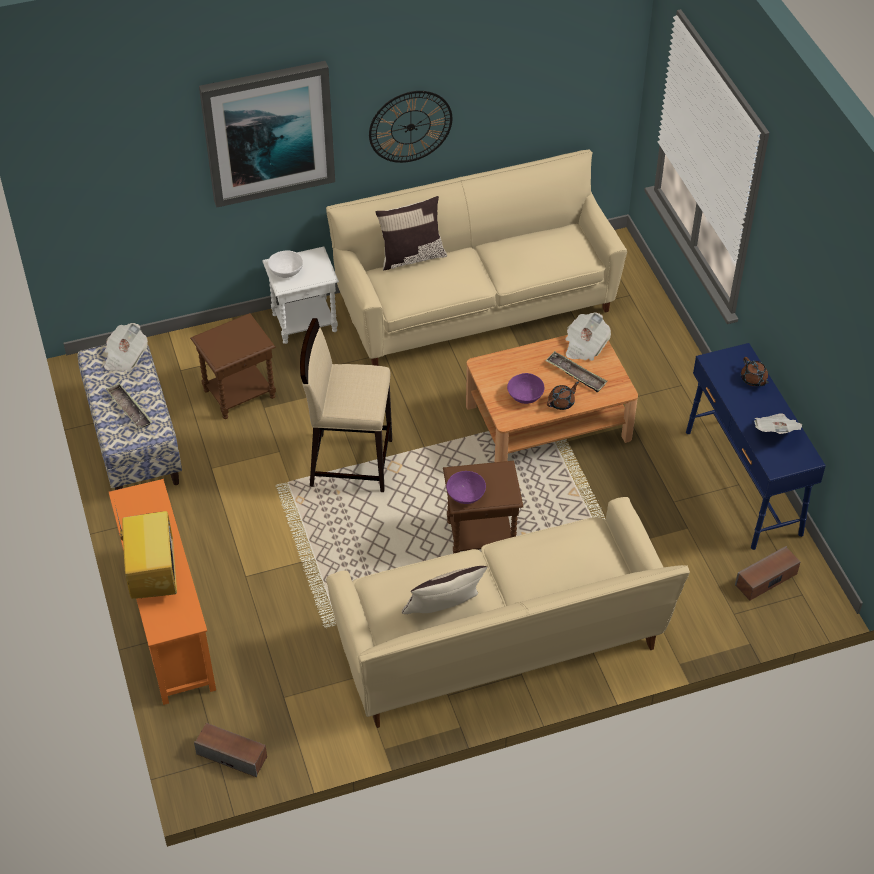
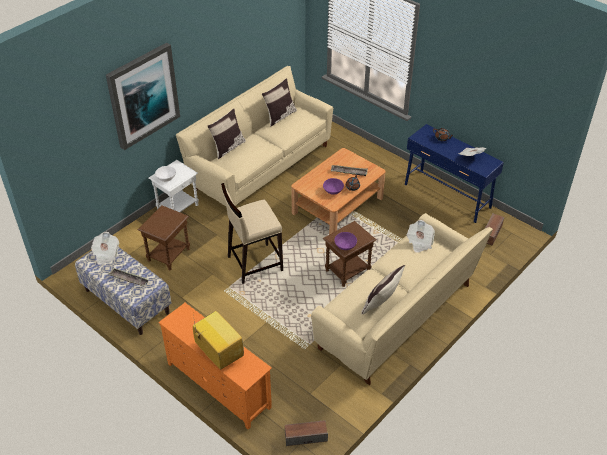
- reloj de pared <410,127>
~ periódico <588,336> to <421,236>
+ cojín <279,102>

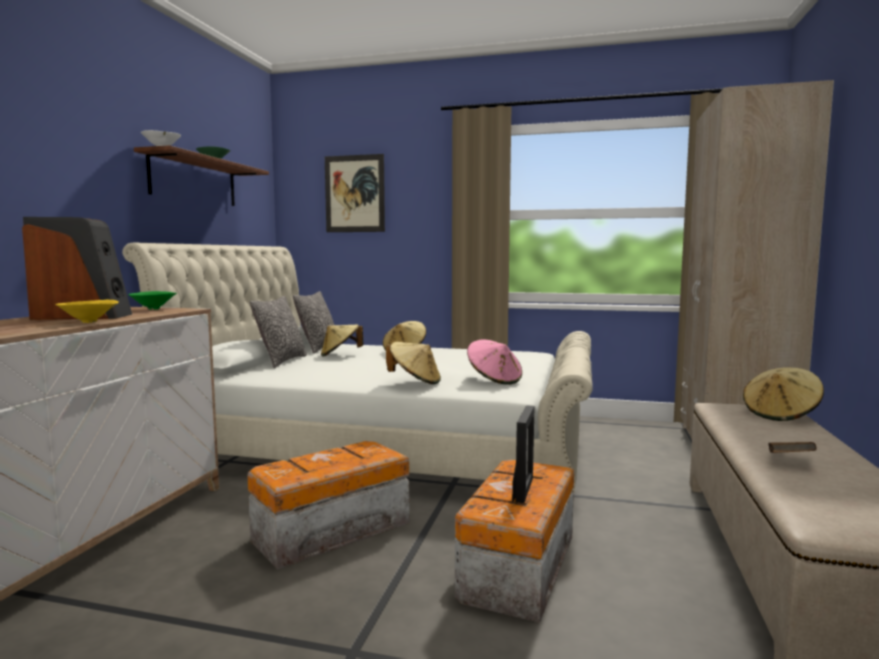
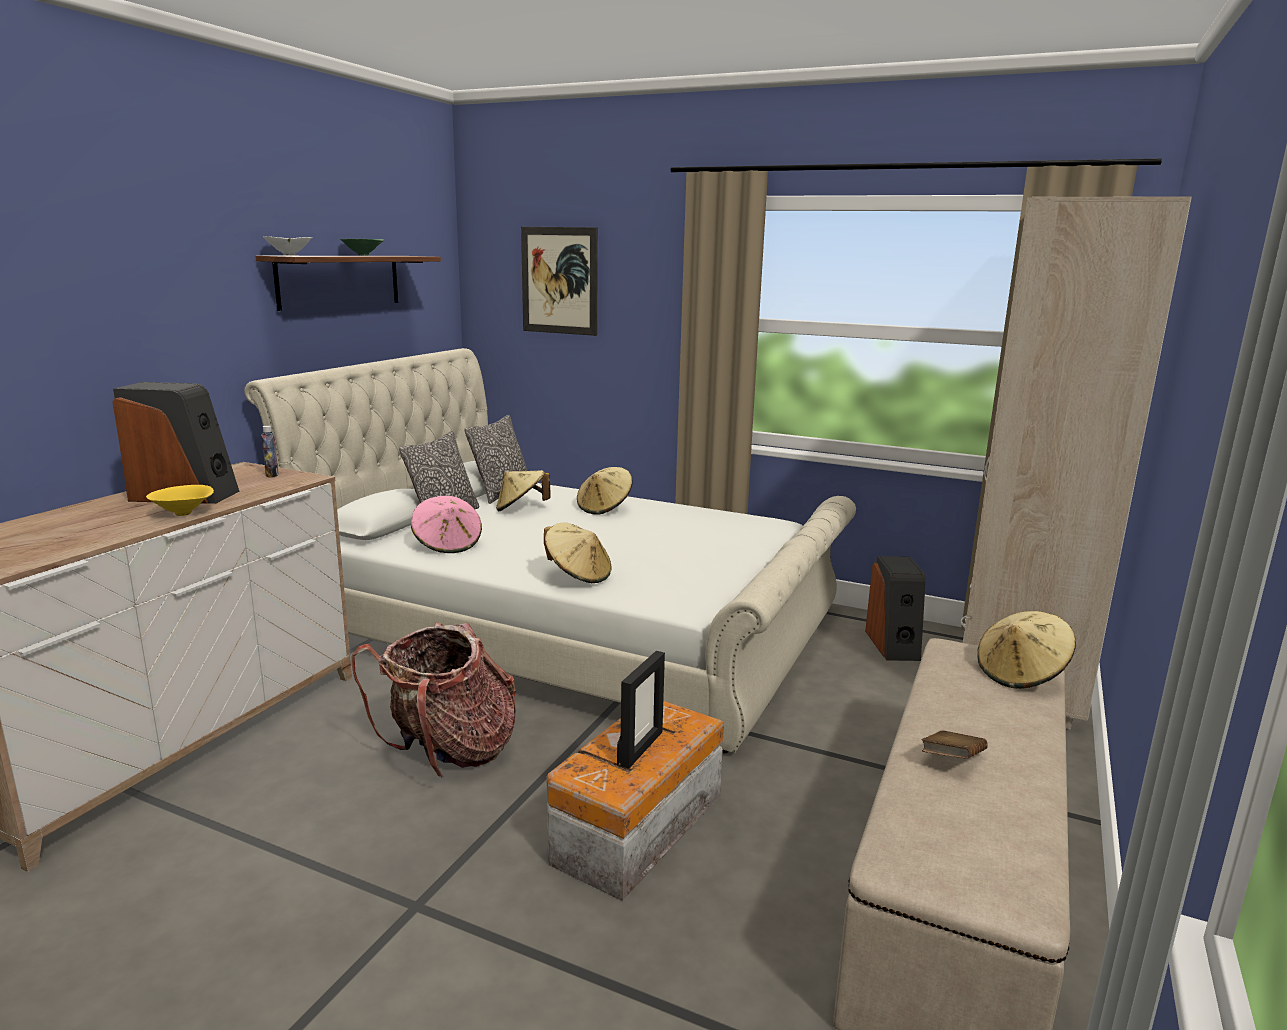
~ cuenco [verde] <152,300> to botella <270,451>
~ caja de almacenaje <328,505> to mochila <434,700>
~ sombrero [rosa] <494,362> to <446,524>
+ altavoz <895,608>

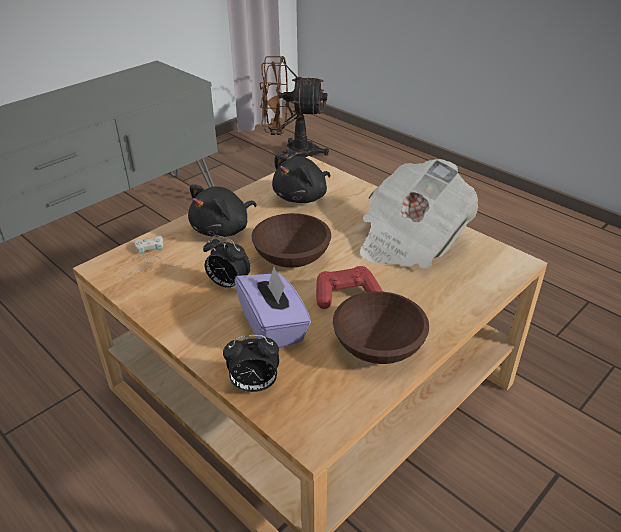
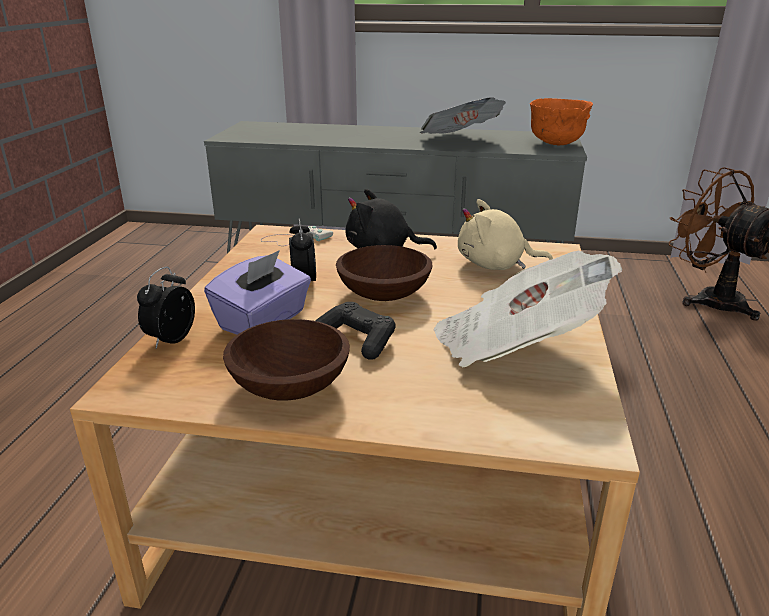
~ despertador <251,363> = <166,308> 60 degrees clockwise
~ peluche [negro] <301,178> to peluche [beis] <505,234>
~ mando de consola [rojo] <349,287> to mando de consola [negro] <355,331>
+ periódico <463,115>
+ cuenco [naranja] <561,121>

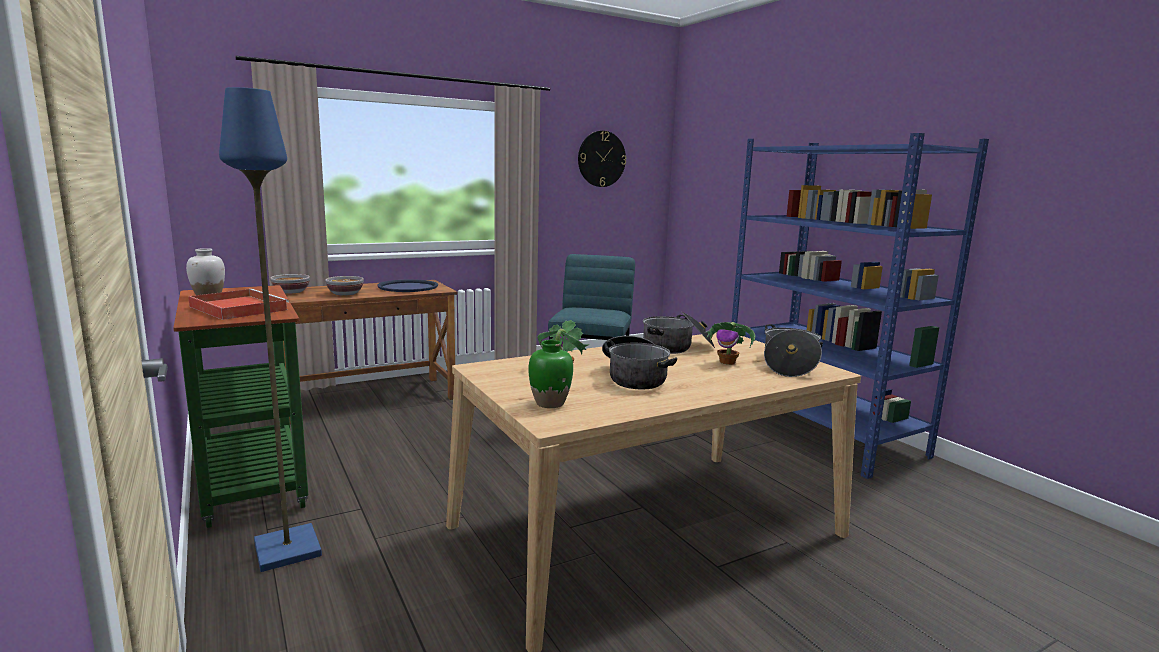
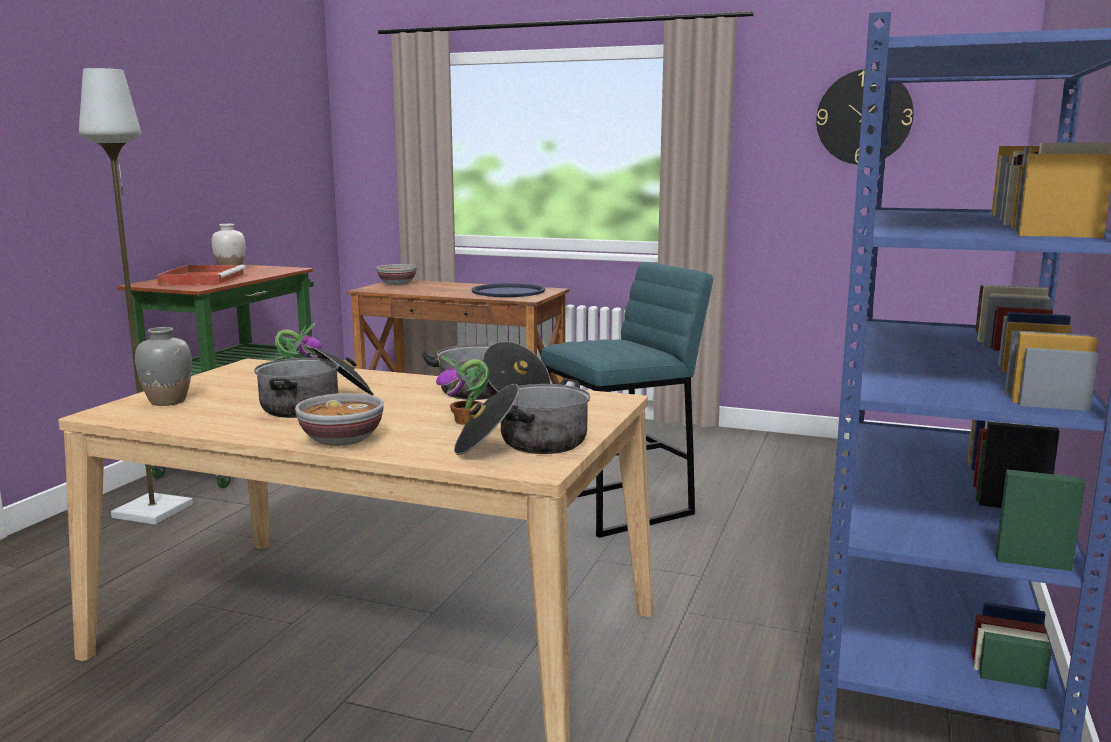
~ lámpara de pie [azul] <270,329> to lámpara de pie [gris] <136,296>
~ cuenco <344,286> to <339,419>
~ florero [verde] <550,374> to florero [gris] <163,366>

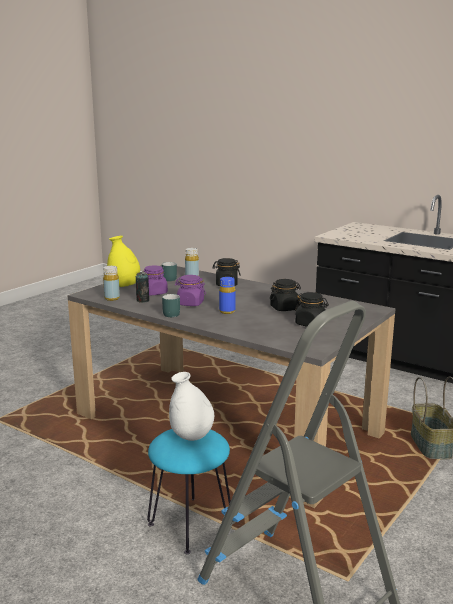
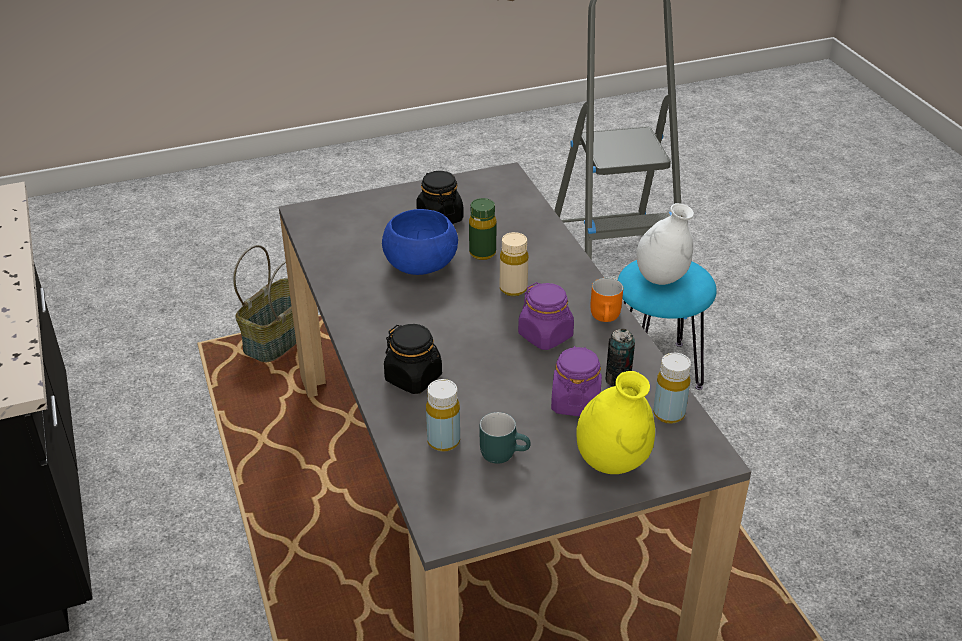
~ taza grande [turquesa] <171,305> to taza grande [naranja] <606,300>
~ botella [azul] <227,295> to botella [beis] <514,264>
~ tarro [negro] <285,295> to cuenco [azul] <420,242>
+ botella [verde] <483,229>

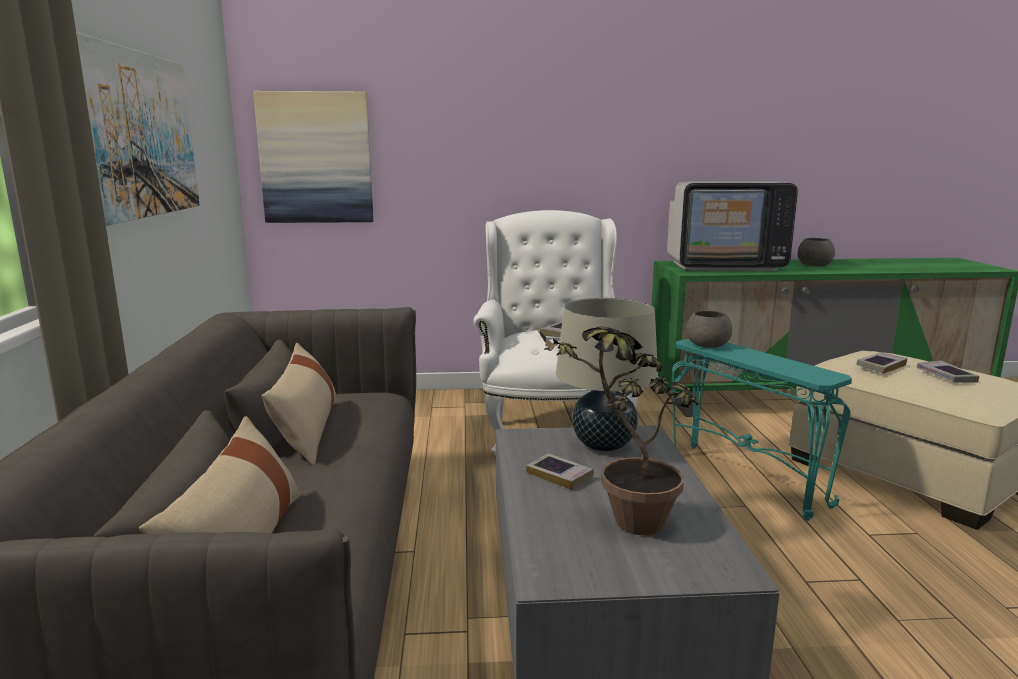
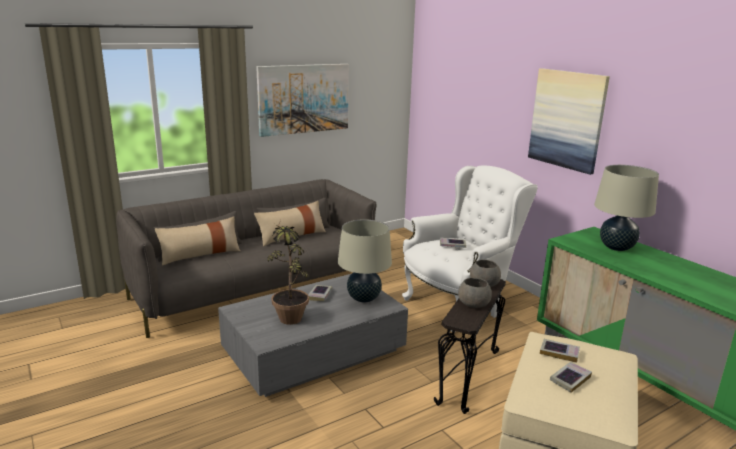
~ cuadro <313,157> to <569,121>
~ televisor <732,226> to lámpara de mesa [beis] <626,208>
~ mesa auxiliar [turquesa] <762,430> to mesa auxiliar [negro] <470,346>
~ cuenco [gris] <816,252> to <475,293>

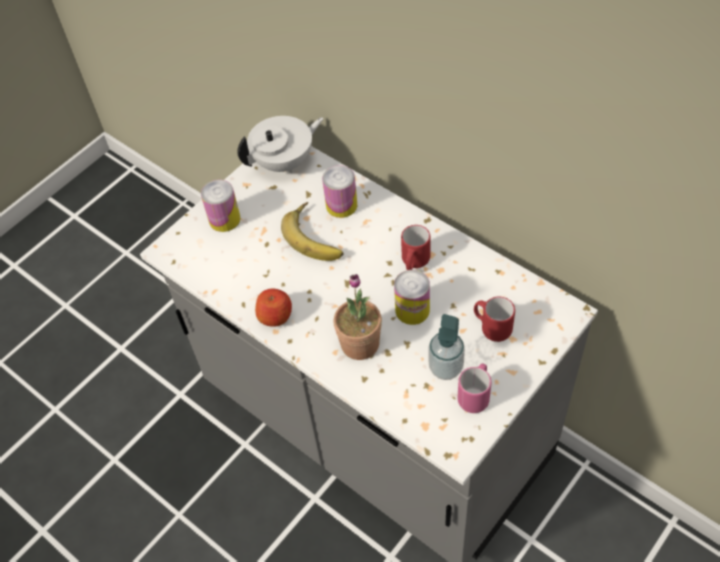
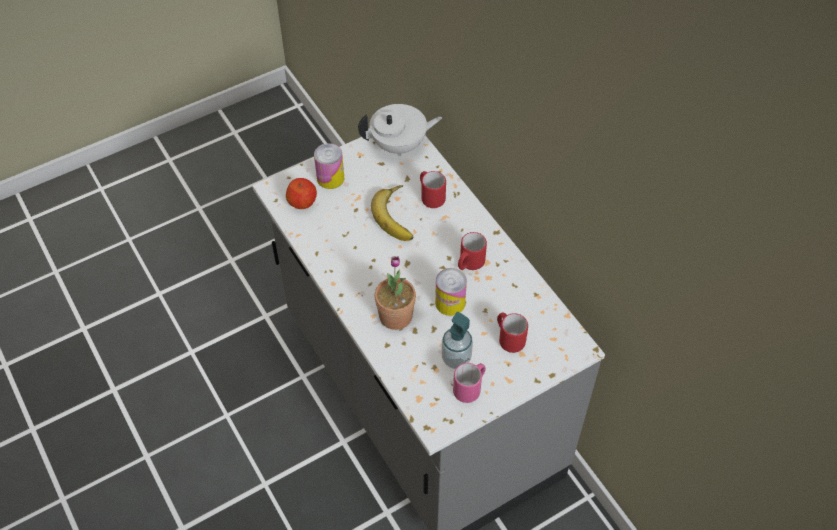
~ manzana <273,308> to <301,193>
~ lata <339,191> to taza grande [rojo] <433,189>

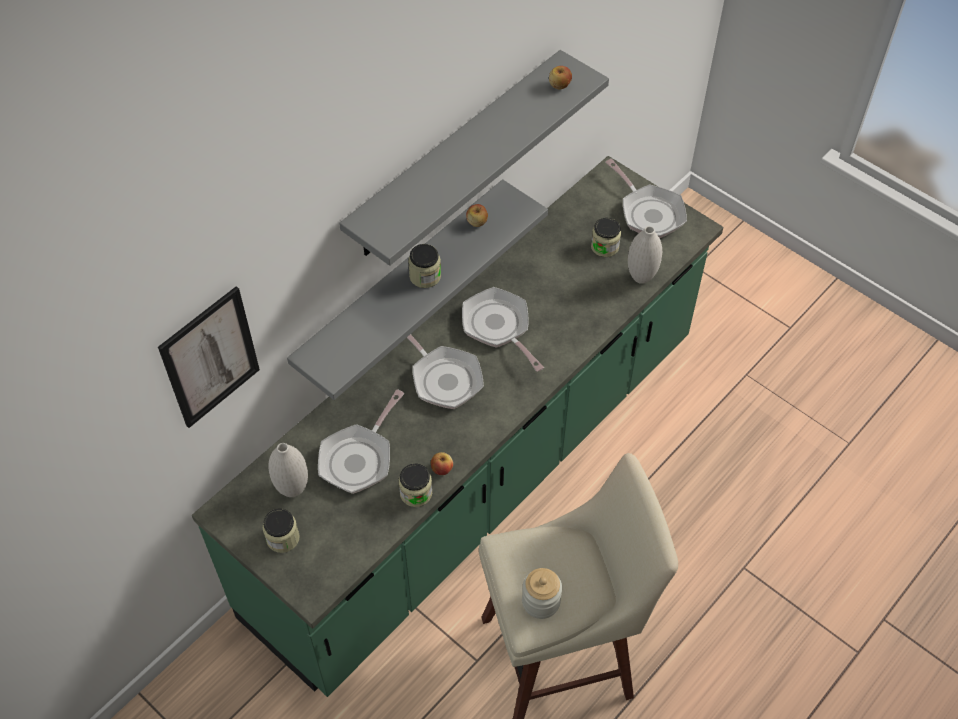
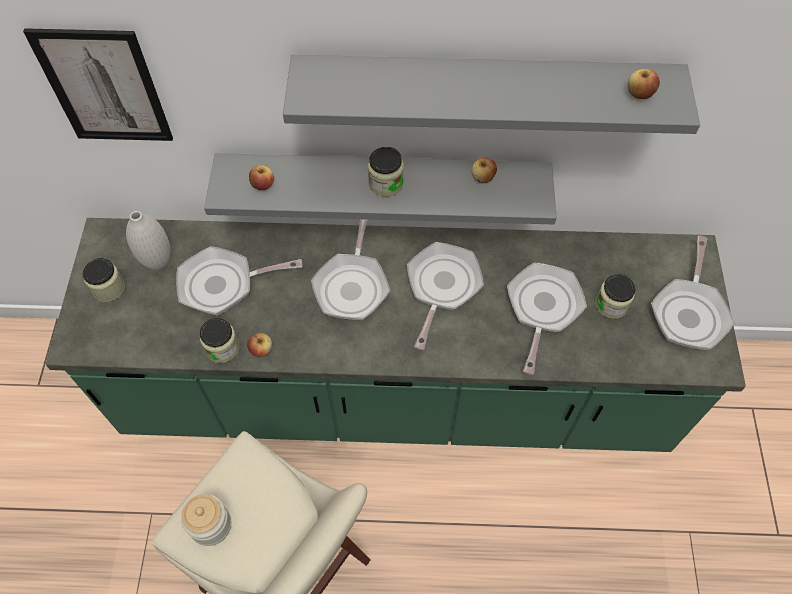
- florero [blanco] <645,255>
+ manzana <261,177>
+ sartén <547,318>

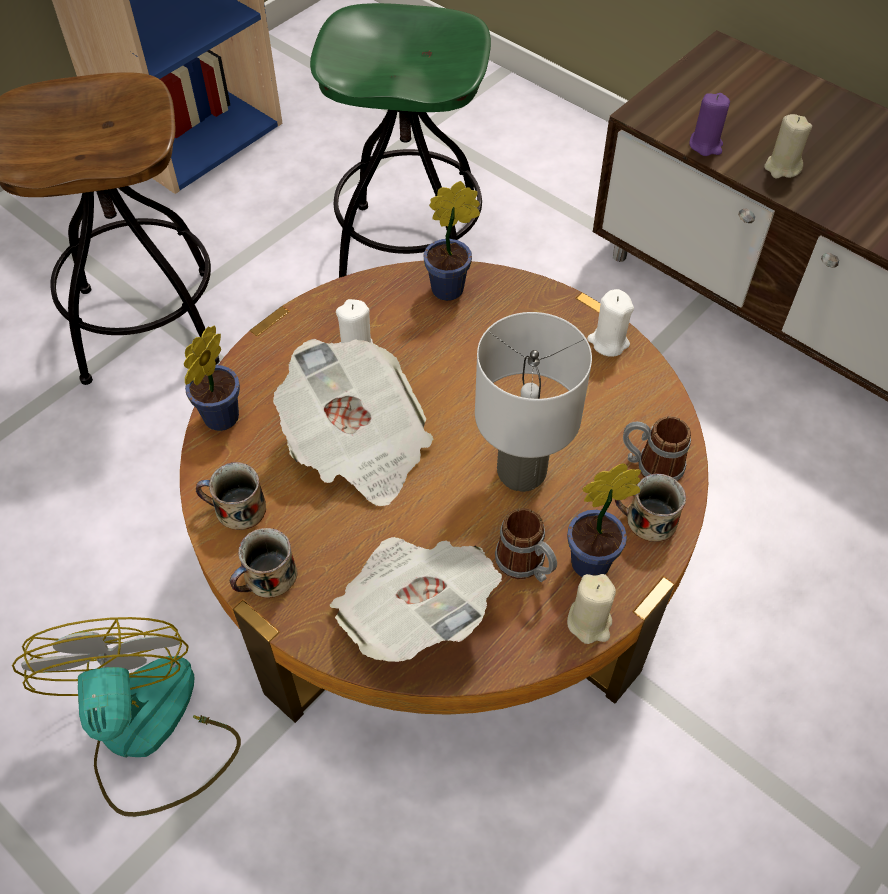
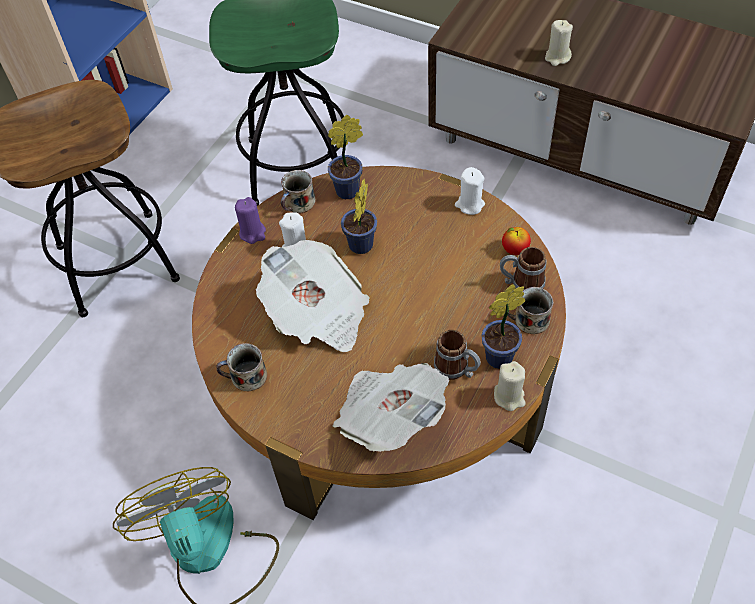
~ planta en maceta <212,378> to <359,216>
~ taza grande <264,563> to <298,191>
- lámpara de mesa [blanco] <533,402>
~ vela [morado] <709,124> to <250,220>
+ manzana <516,241>

